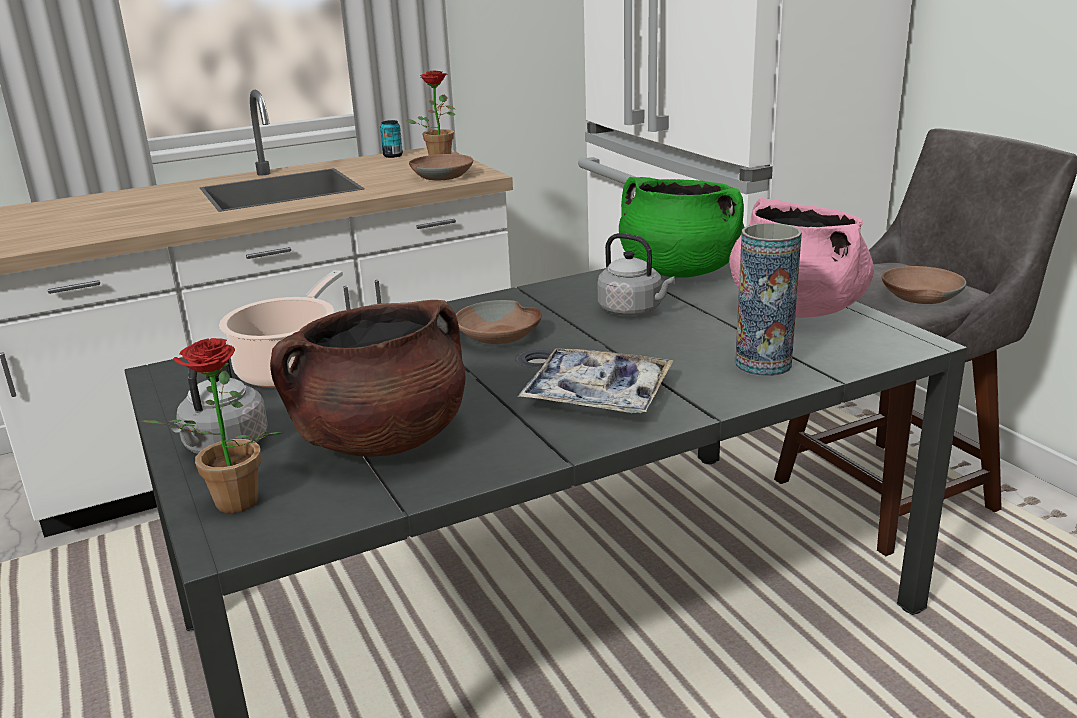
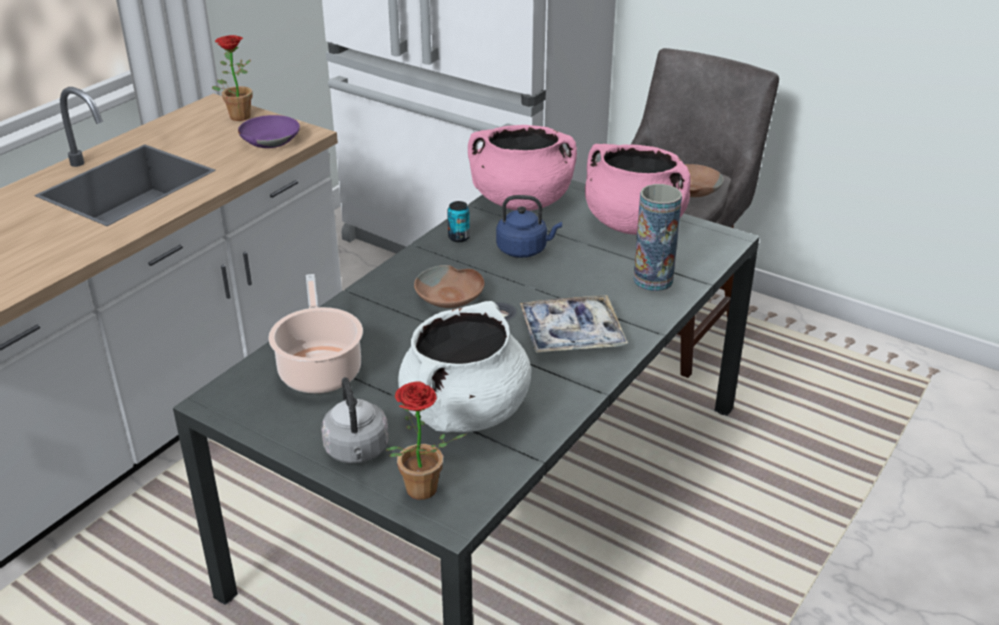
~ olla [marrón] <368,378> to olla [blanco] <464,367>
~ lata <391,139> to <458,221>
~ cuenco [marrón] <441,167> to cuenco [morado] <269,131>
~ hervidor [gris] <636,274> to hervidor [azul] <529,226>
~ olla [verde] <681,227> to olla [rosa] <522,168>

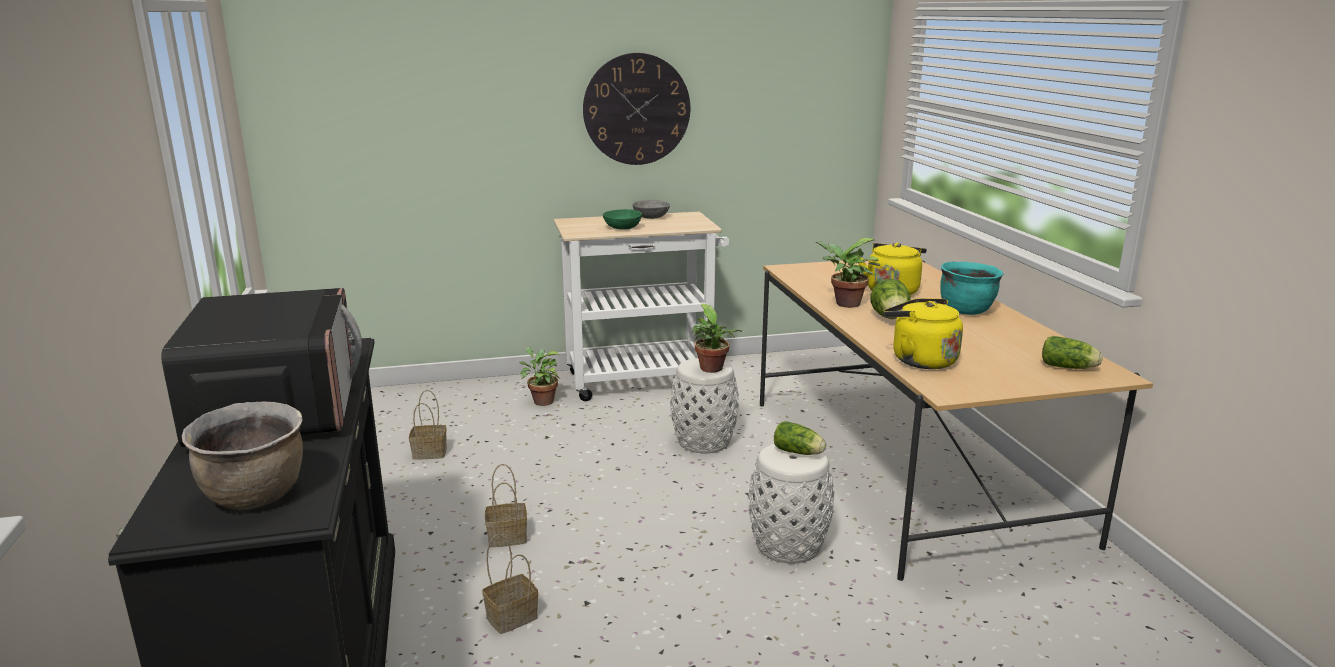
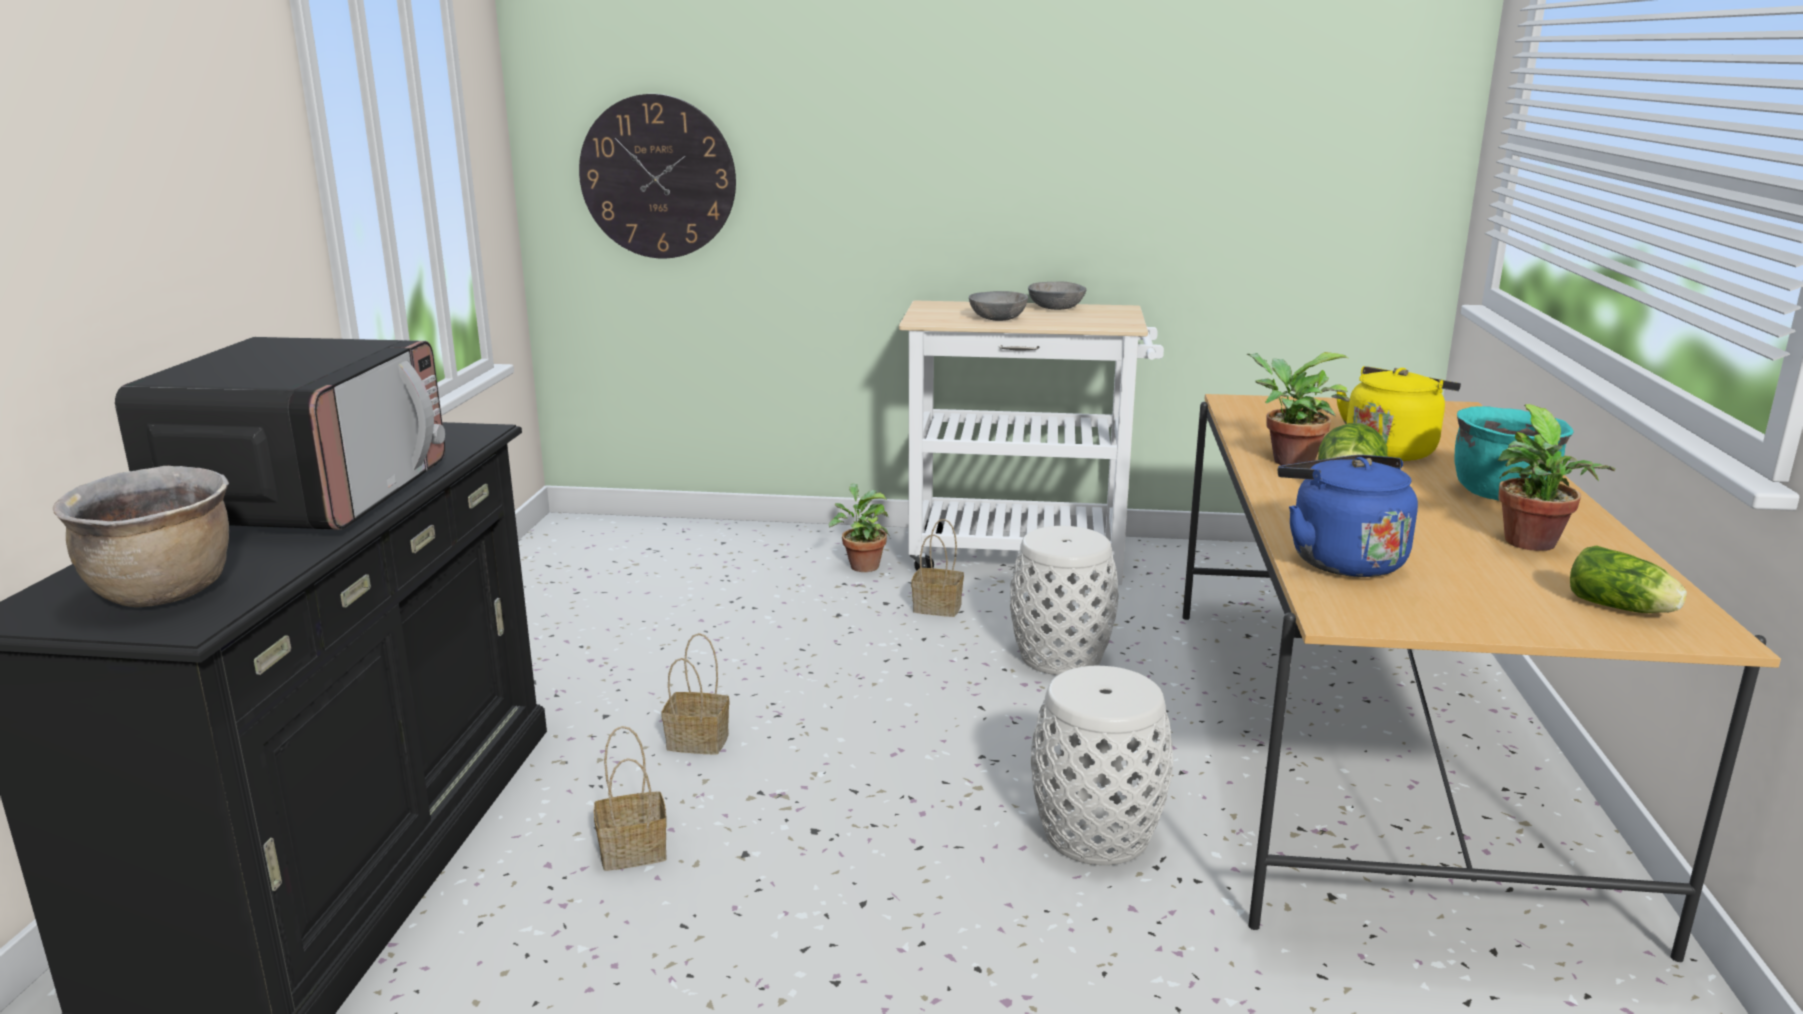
~ cesta <428,424> to <937,568>
~ reloj de pared <636,109> to <657,176>
~ cuenco [verde] <622,219> to cuenco [gris] <998,306>
~ planta en maceta <717,338> to <1557,477>
- lechuga <800,438>
~ hervidor [amarillo] <923,333> to hervidor [azul] <1348,516>

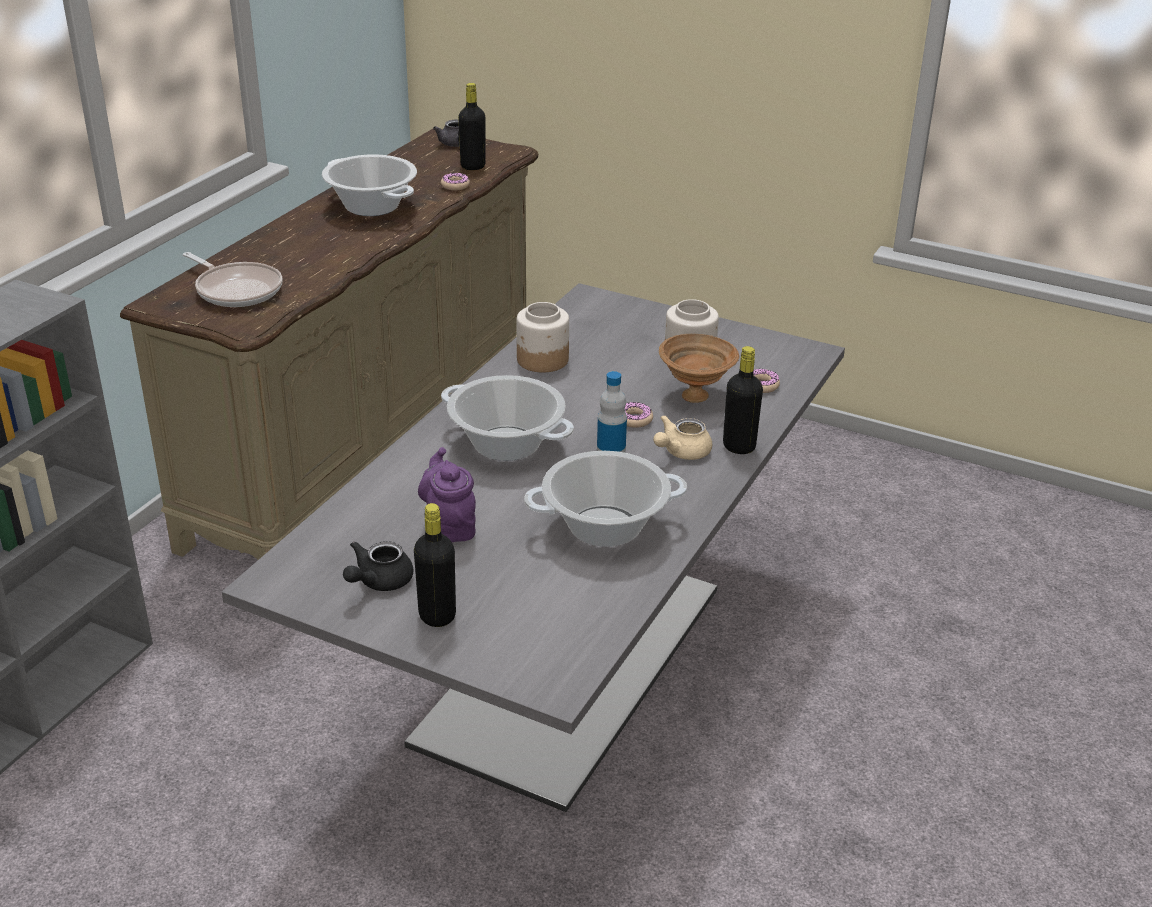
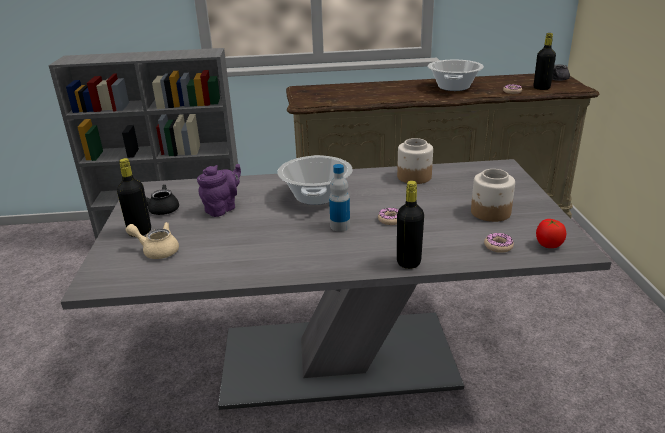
- sartén <232,279>
- olla <605,499>
~ tetera [beis] <682,437> to <152,240>
- cuenco [marrón] <699,368>
+ tomate <551,233>

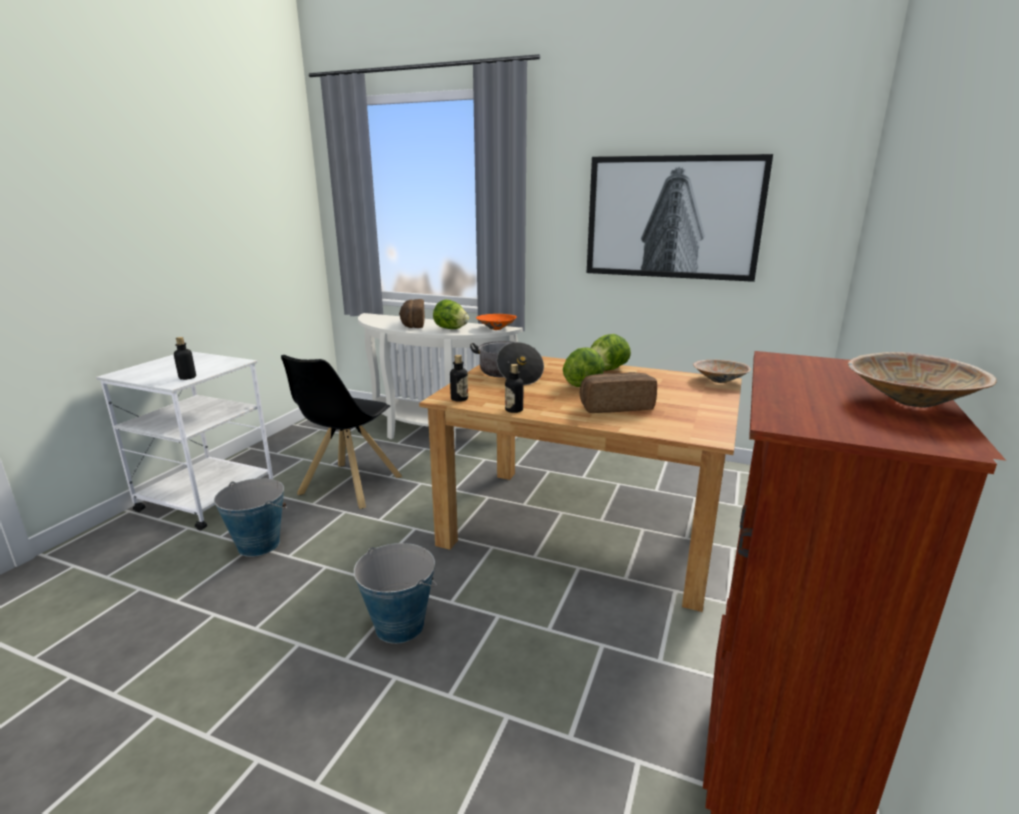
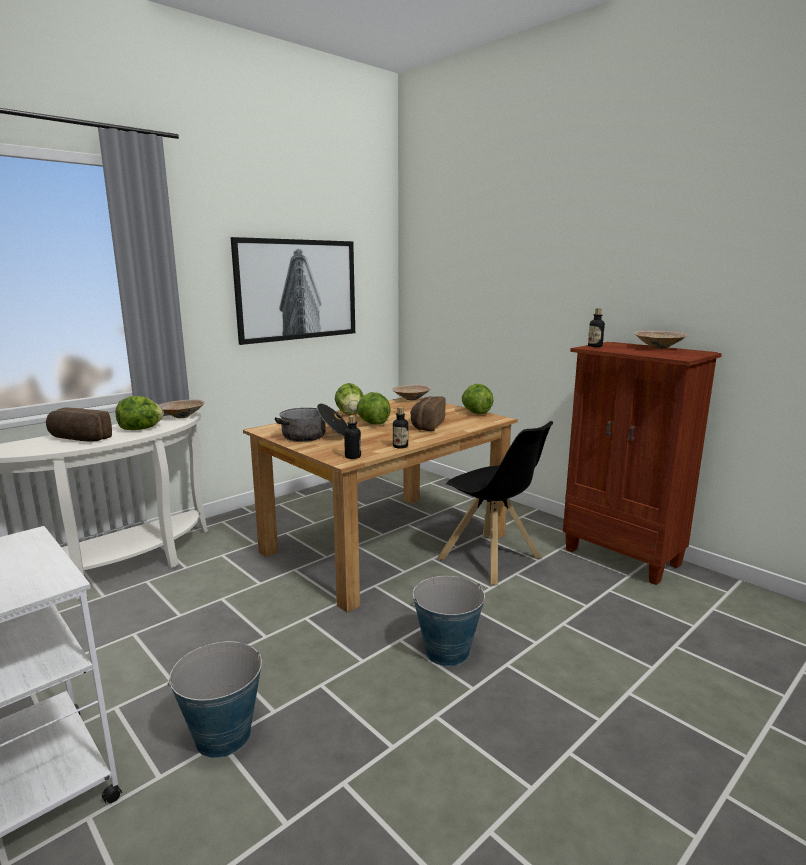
~ botella <185,358> to <596,328>
~ silla [negro] <341,432> to <495,503>
~ cuenco [naranja] <496,322> to cuenco [beis] <182,408>
+ lechuga <477,399>

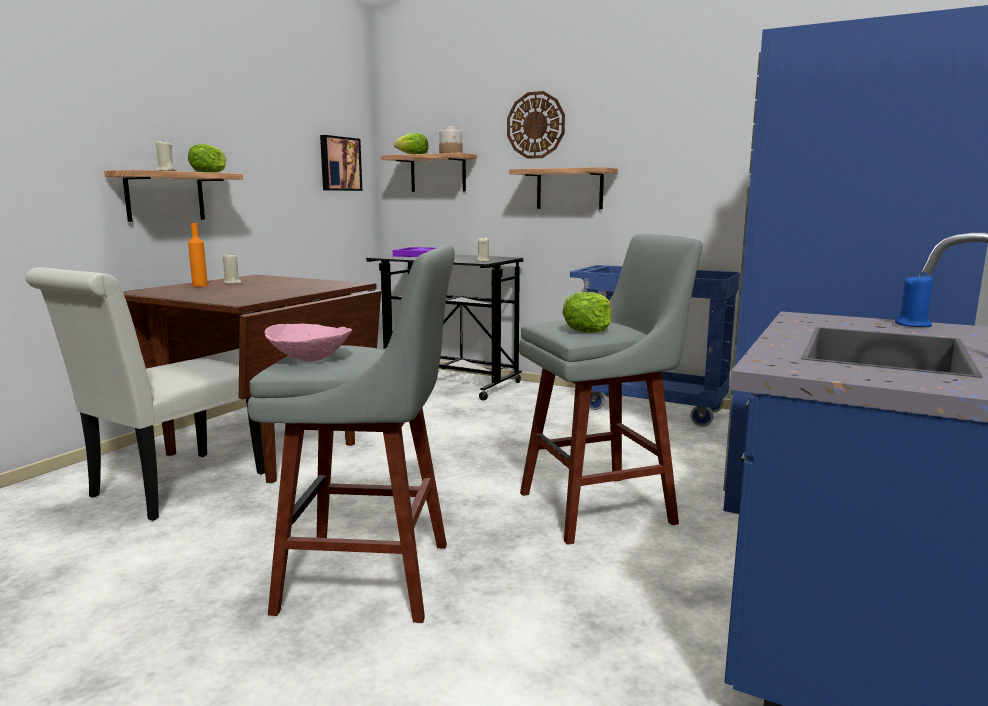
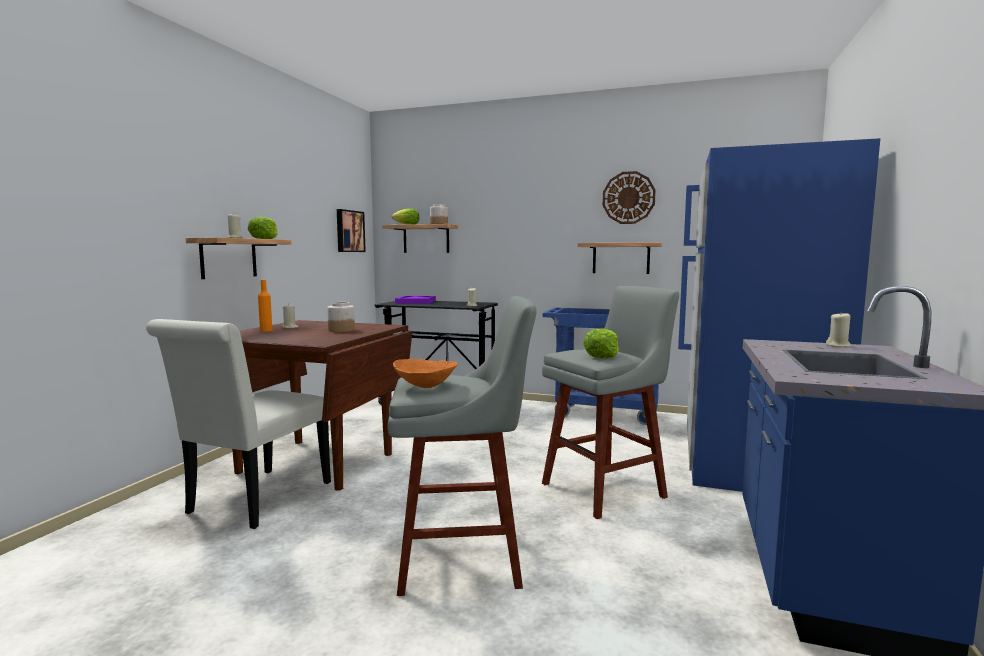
~ cuenco [rosa] <308,343> to cuenco [naranja] <425,373>
~ reloj de pared <536,125> to <629,197>
~ estante <563,188> to <620,258>
~ vela [azul] <914,300> to vela [beis] <838,329>
+ tarro <341,317>

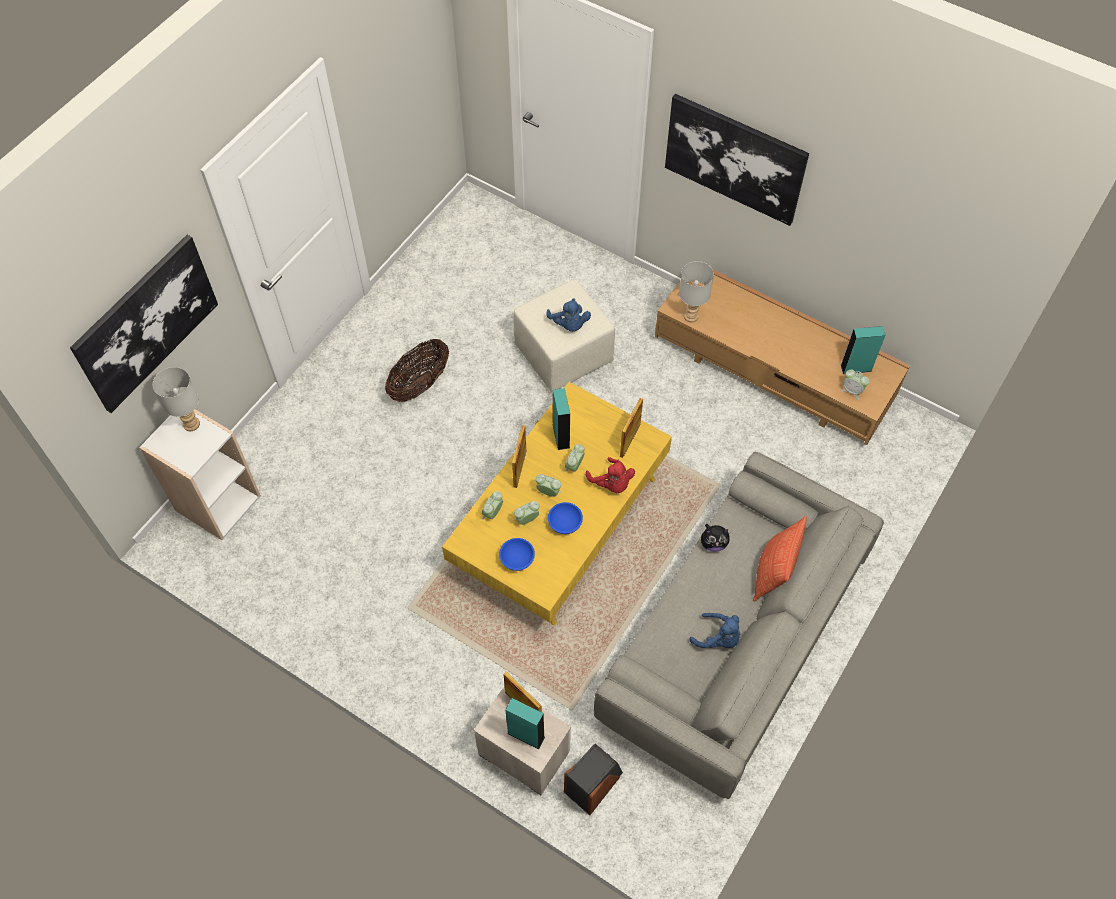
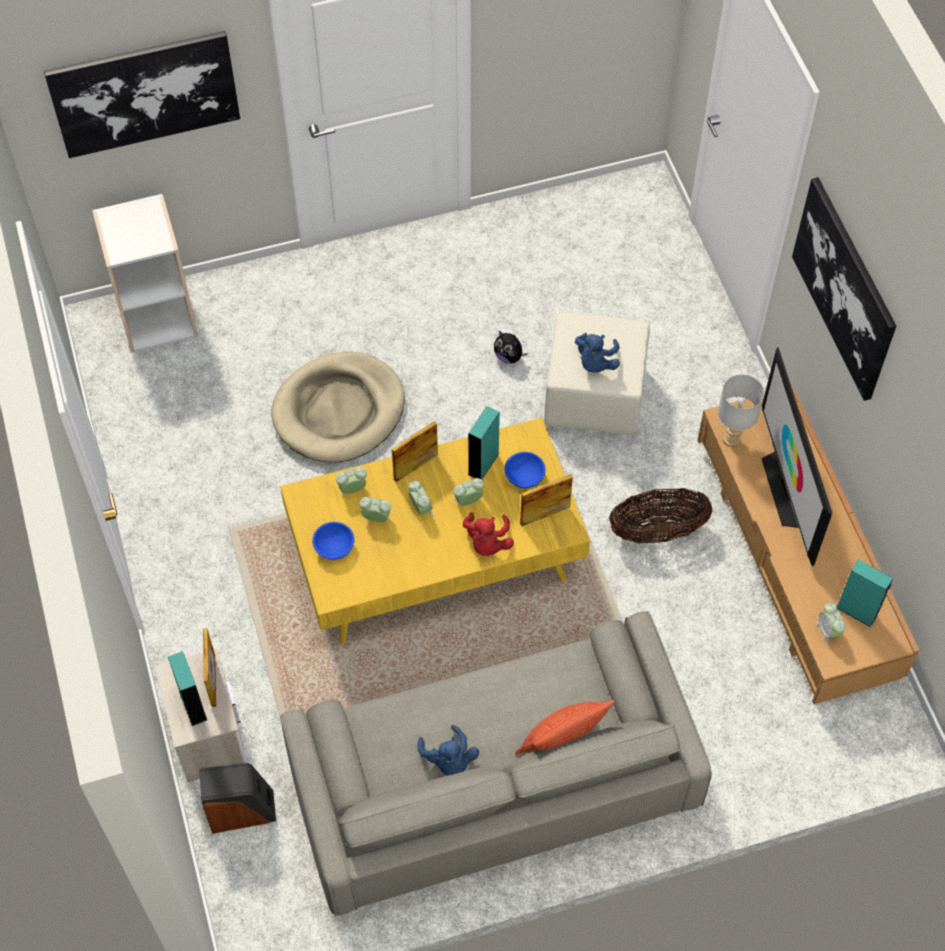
- lámpara de mesa [gris] <176,399>
~ cesta <417,370> to <661,515>
~ cuenco [azul] <565,518> to <525,470>
~ peluche <715,538> to <511,347>
+ cama para perro [beis] <338,407>
+ televisor <797,456>

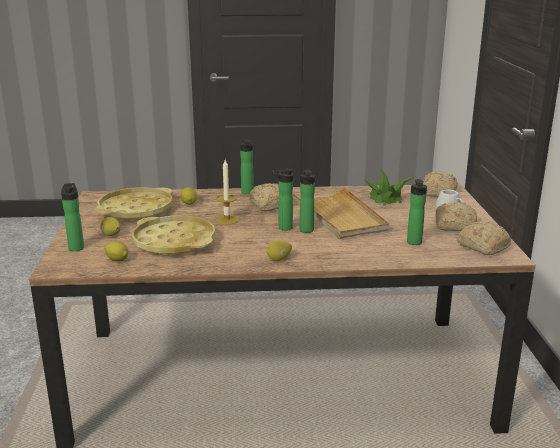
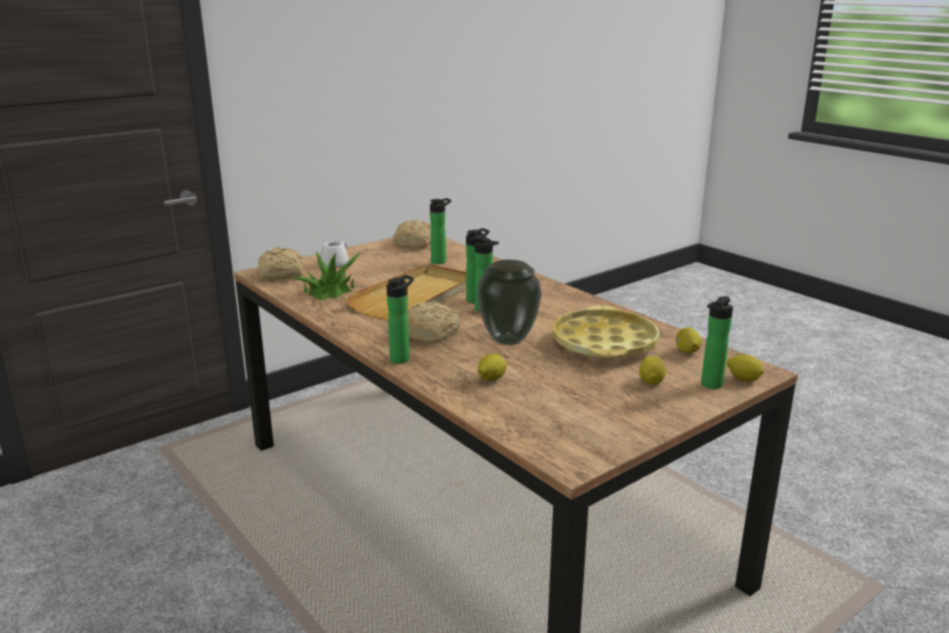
- bandeja [amarillo] <134,203>
~ vela <227,192> to florero <509,302>
~ limón <279,250> to <745,368>
- pan <456,216>

